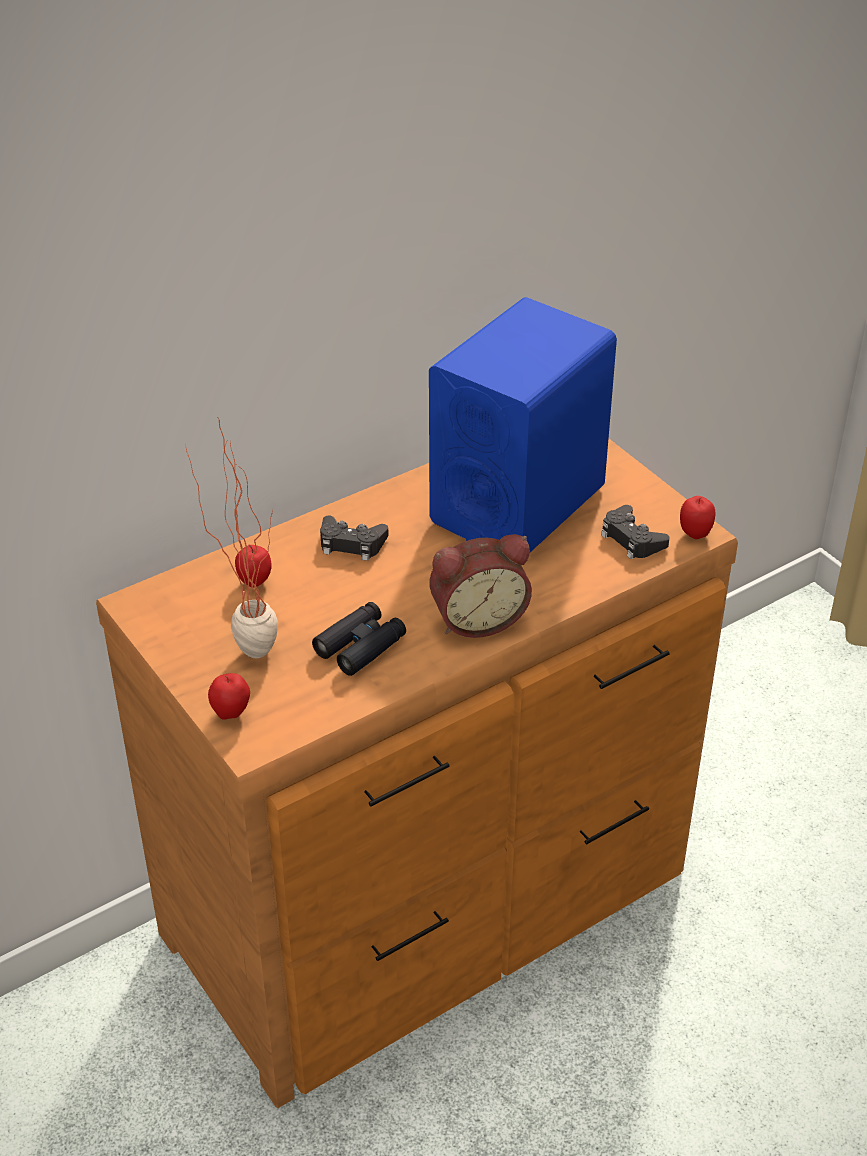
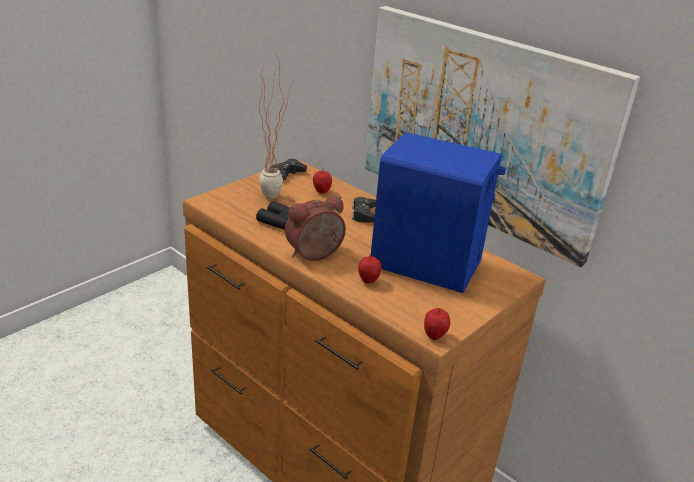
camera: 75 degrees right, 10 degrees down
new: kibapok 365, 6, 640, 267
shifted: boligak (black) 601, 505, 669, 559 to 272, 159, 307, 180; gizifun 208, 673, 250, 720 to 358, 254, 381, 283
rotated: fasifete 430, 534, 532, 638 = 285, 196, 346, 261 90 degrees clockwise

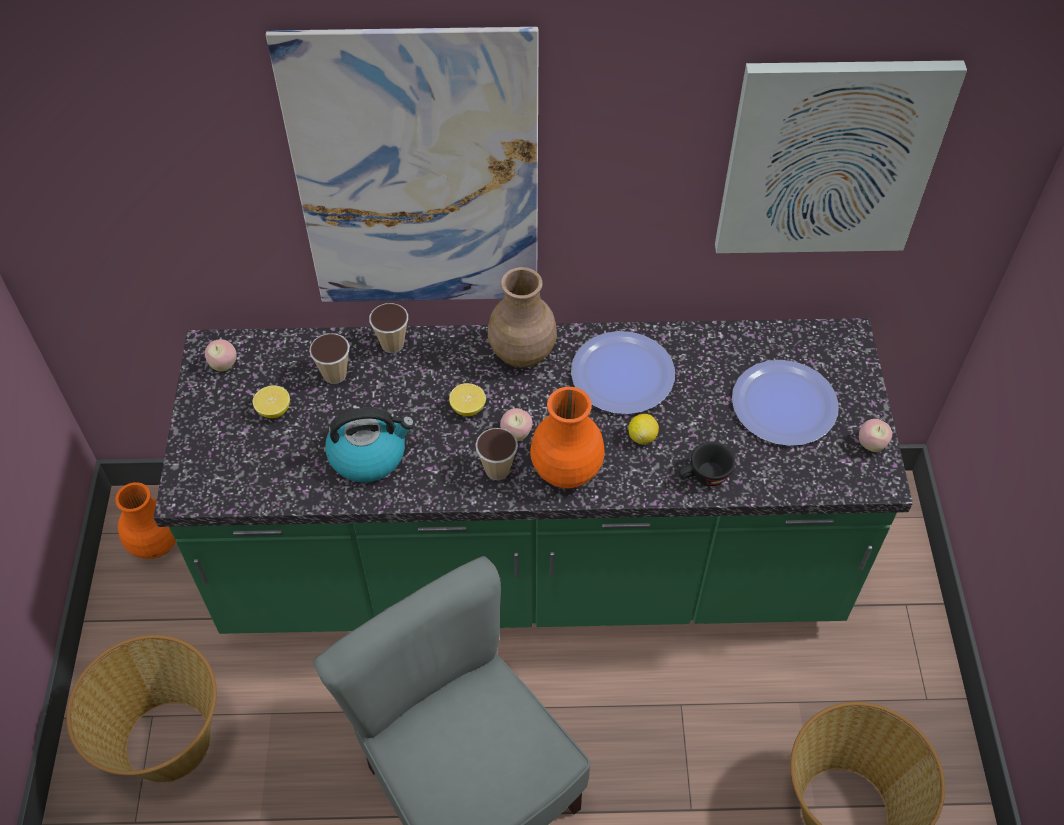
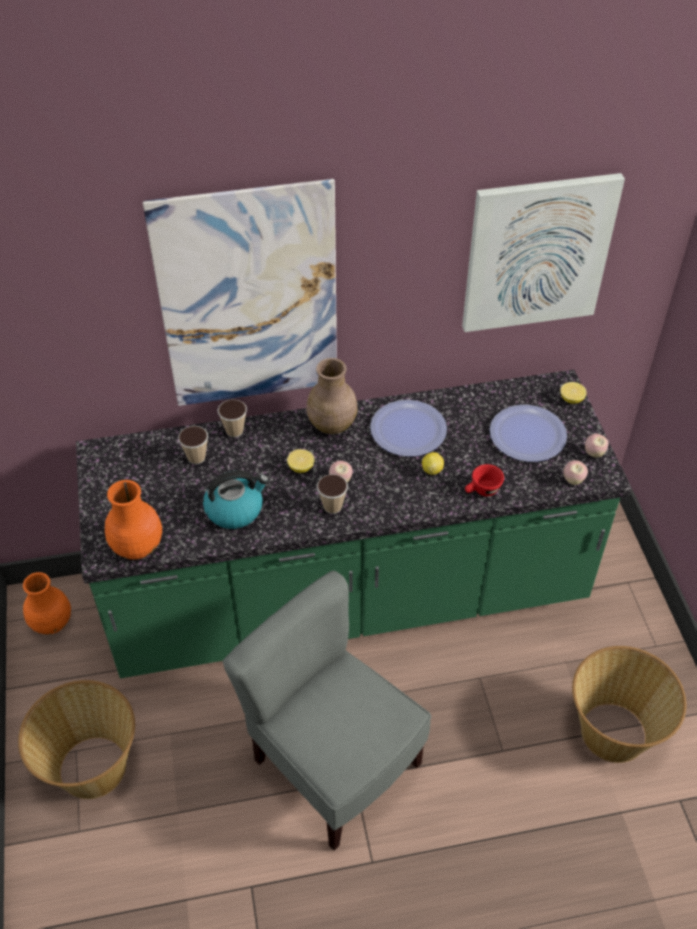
camera: 10 degrees left, 5 degrees down
shifted: gizifun 205, 339, 237, 371 to 563, 460, 588, 485; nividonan 253, 385, 290, 418 to 560, 382, 587, 404; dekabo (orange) 530, 387, 604, 489 to 105, 480, 162, 560
repainted: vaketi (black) 679, 442, 735, 486 to vaketi (red) 465, 464, 504, 496

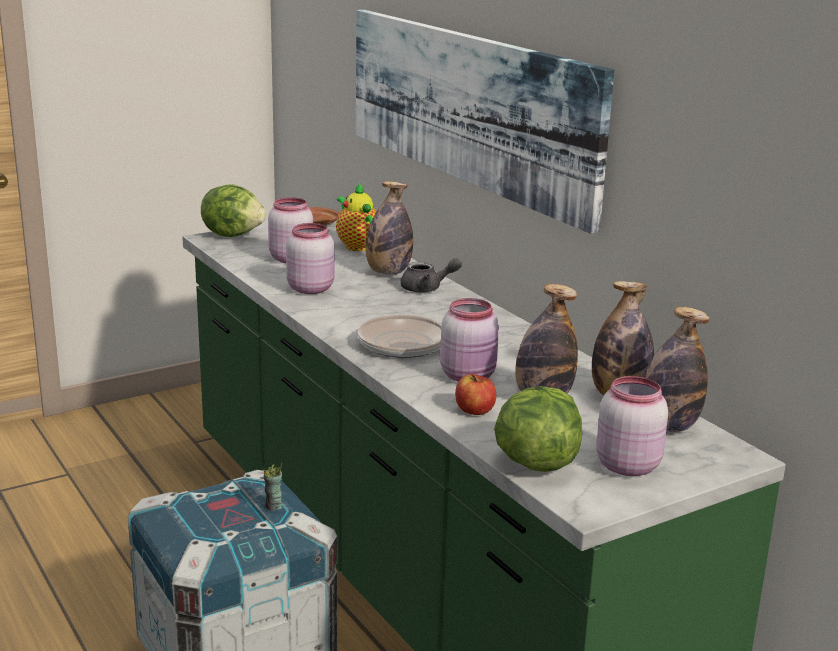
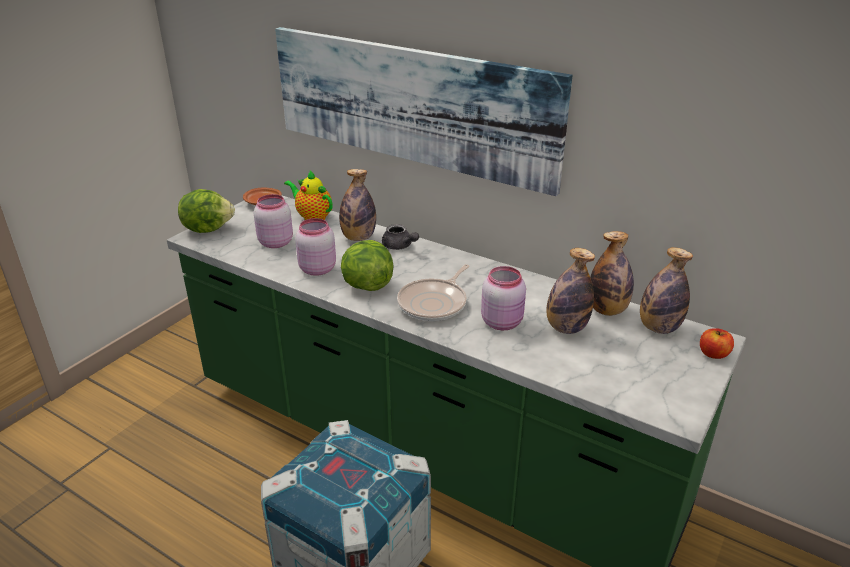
camera: 25 degrees left, 10 degrees up
gone: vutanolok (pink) 596, 376, 668, 476; vaketi 263, 463, 282, 511
shifted: gizifun 455, 374, 496, 415 to 700, 328, 734, 359; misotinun 494, 386, 582, 472 to 341, 240, 393, 291
rotated: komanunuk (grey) 400, 258, 462, 292 = 382, 224, 419, 250 75 degrees clockwise

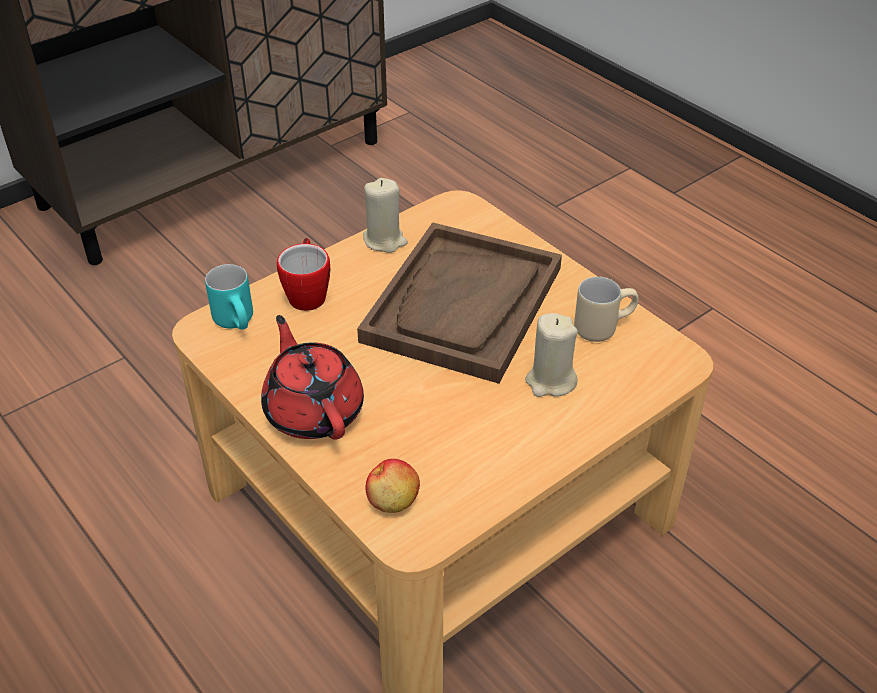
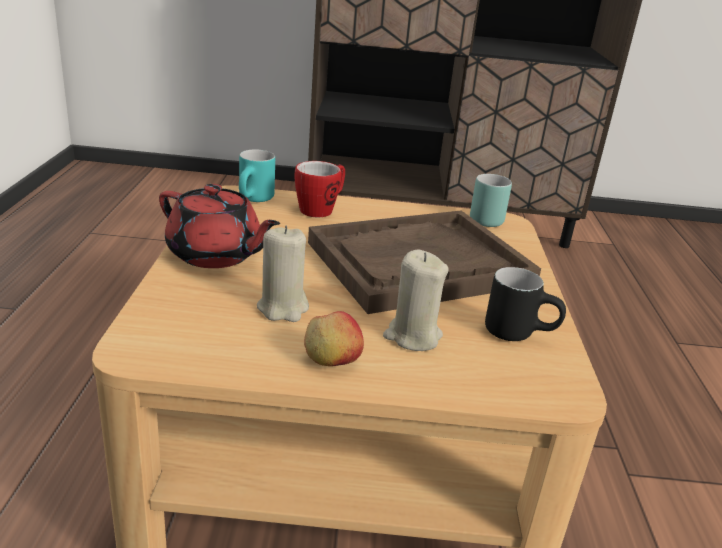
camera: 40 degrees right, 15 degrees down
new: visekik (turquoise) 470, 174, 512, 227
shifted: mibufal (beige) 363, 178, 408, 253 to 257, 226, 309, 322; gizifun 365, 459, 420, 513 to 304, 311, 364, 366
repainted: visekik (beige) 574, 277, 639, 342 to visekik (black) 485, 267, 566, 341
rotated: komanunuk (red) 261, 315, 364, 440 = 159, 184, 280, 268 105 degrees clockwise

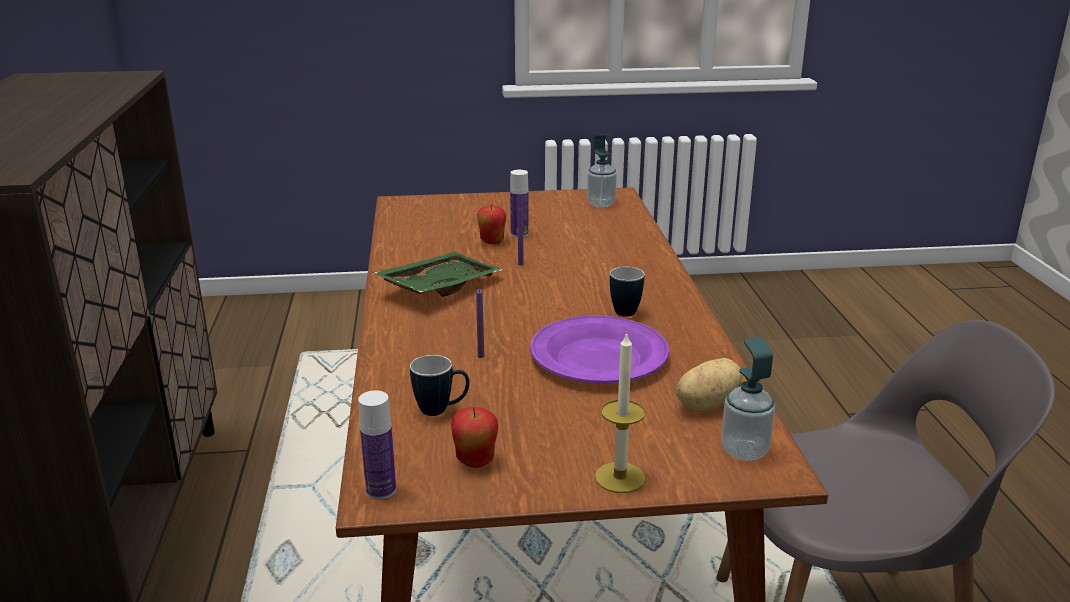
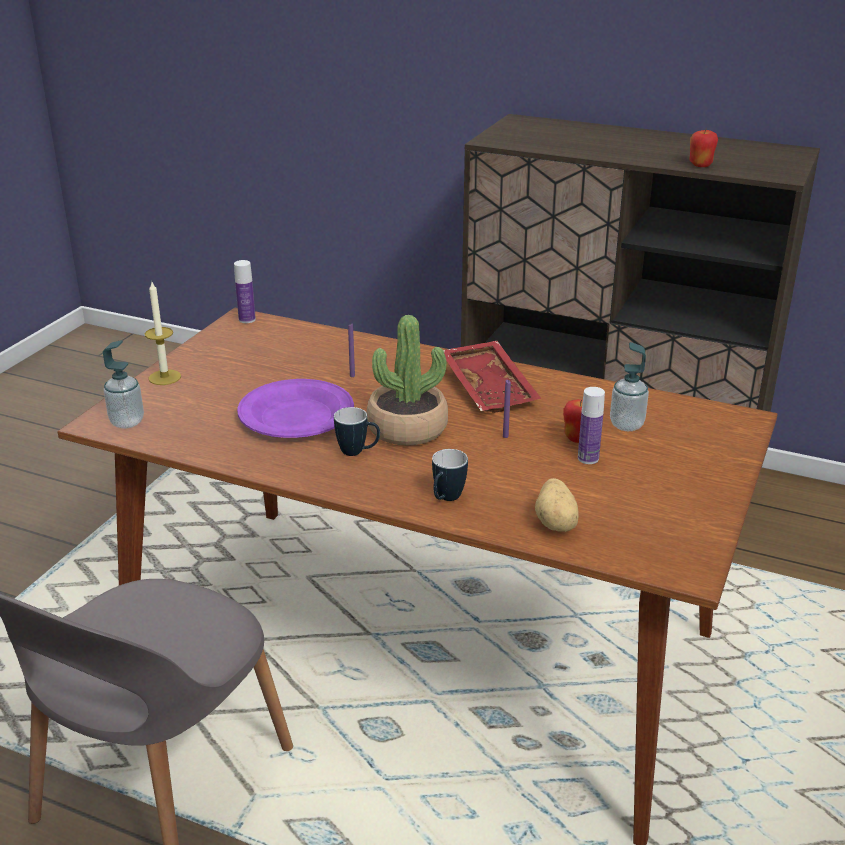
camera: 120 degrees right, 5 degrees up
new: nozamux 366, 315, 448, 445
shifted: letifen 587, 134, 617, 208 to 610, 342, 649, 431; visekik 410, 355, 470, 416 to 432, 449, 468, 501; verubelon 676, 358, 742, 411 to 535, 478, 579, 532; gizifun 451, 407, 498, 468 to 689, 128, 718, 167
repainted: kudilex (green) 373, 252, 502, 297 to kudilex (red) 443, 341, 541, 413

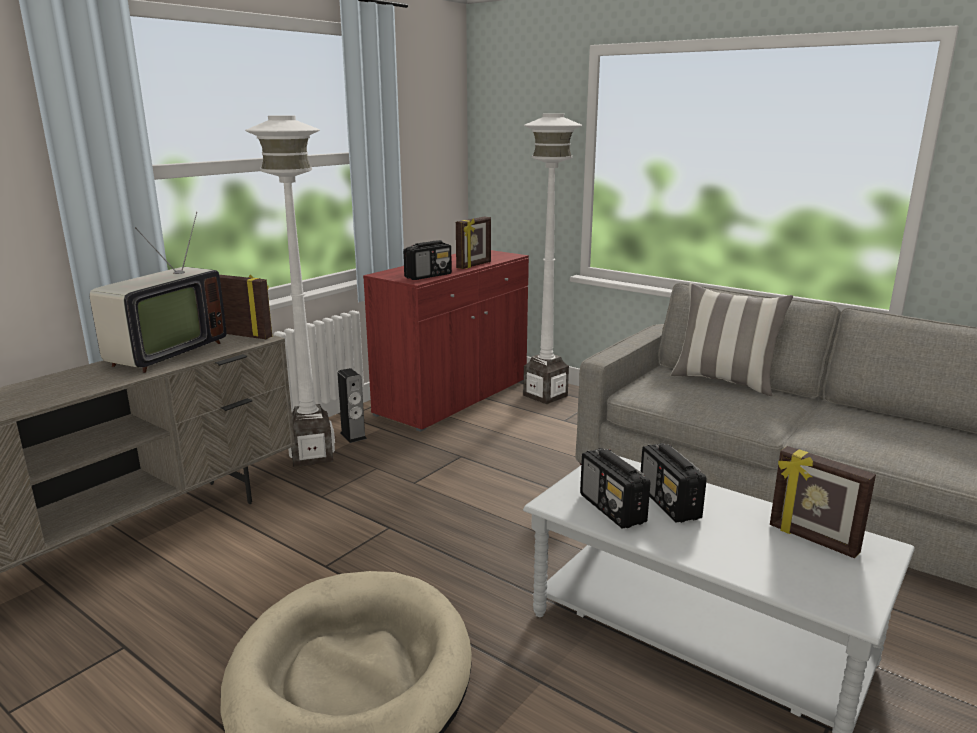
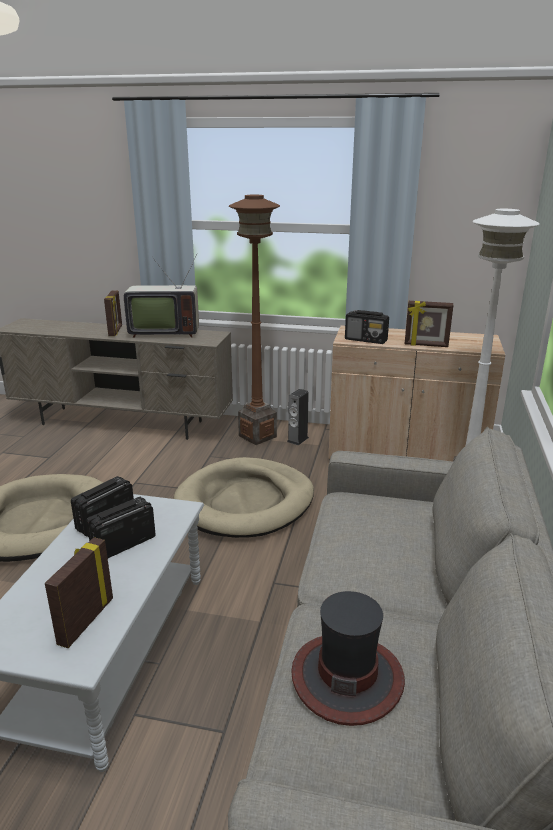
camera: 65 degrees right, 5 degrees up
gone: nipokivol 671, 283, 793, 396
new: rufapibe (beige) 173, 457, 314, 538; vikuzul 291, 591, 405, 726
shifted: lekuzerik 219, 275, 272, 339 to 104, 290, 122, 336
repainted: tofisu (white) 245, 115, 335, 467 to tofisu (brown) 229, 195, 280, 445; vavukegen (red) 363, 250, 529, 432 to vavukegen (beige) 328, 325, 505, 461

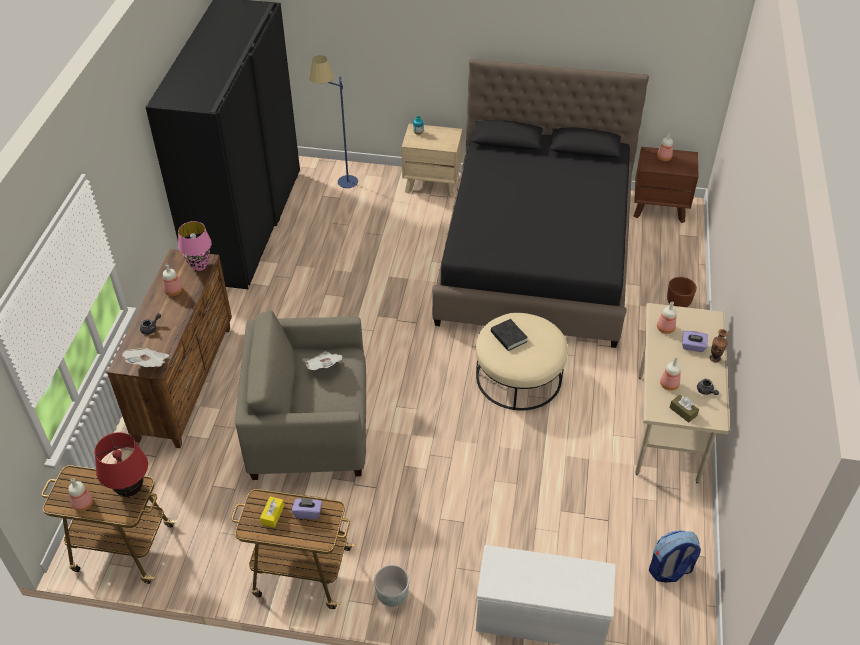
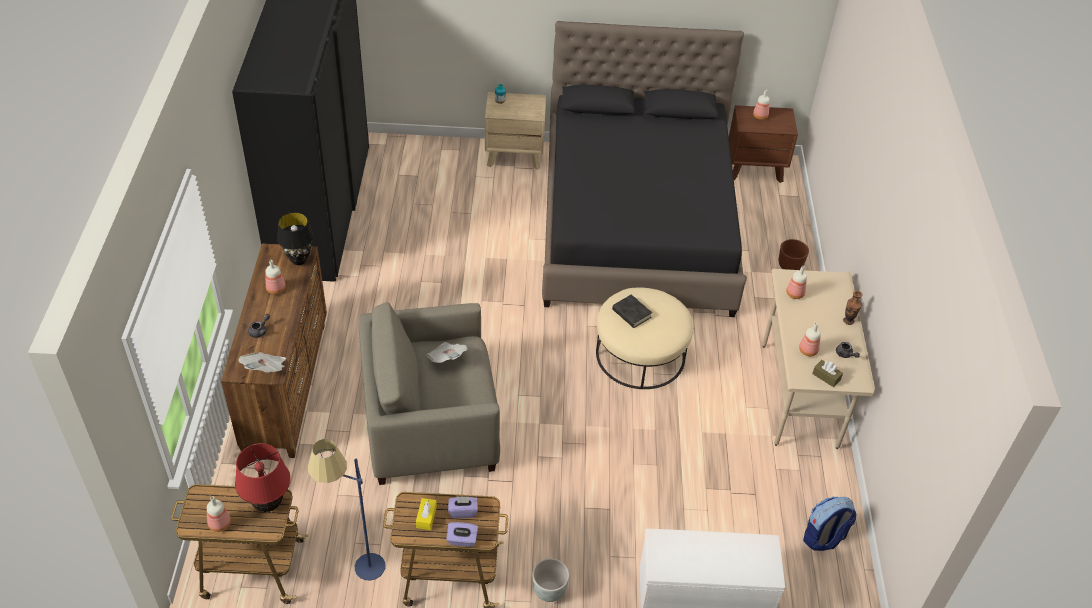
camera: 10 degrees left, 0 degrees up
shifted: tofisu (blue) 309, 55, 358, 188 to 308, 439, 385, 580; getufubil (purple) 682, 331, 708, 352 to 446, 522, 478, 547
repainted: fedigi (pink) 178, 221, 212, 271 to fedigi (black) 277, 212, 313, 265

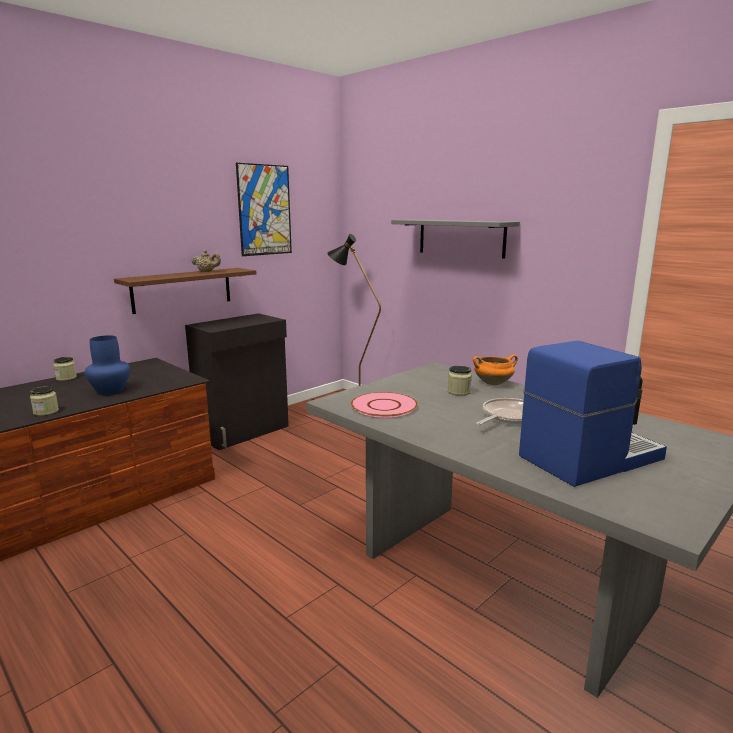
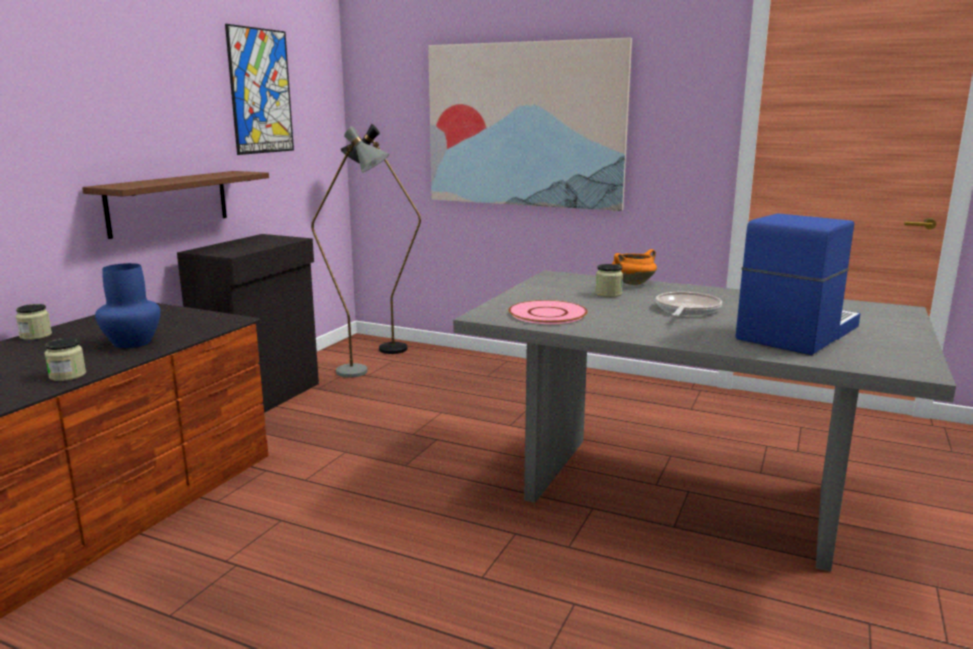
camera: 20 degrees left, 0 degrees up
gone: komanunuk (beige) 192, 250, 221, 272
new: tofisu (grey) 311, 126, 389, 378
swapped: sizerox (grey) 391, 219, 520, 259 to kibapok 428, 38, 632, 211

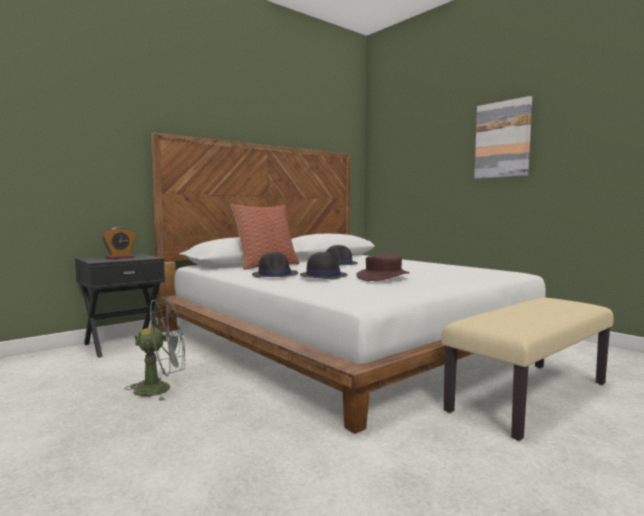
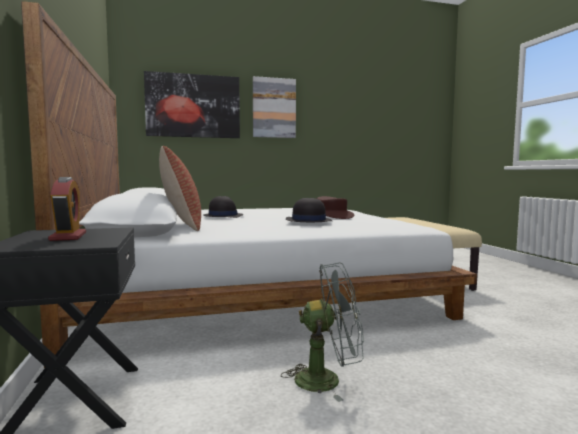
camera: 65 degrees left, 0 degrees up
gone: vikuzul (black) 252, 252, 298, 278
new: kibapok 144, 71, 240, 138
rotated: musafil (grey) 124, 298, 185, 401 = 281, 262, 364, 402 75 degrees clockwise

